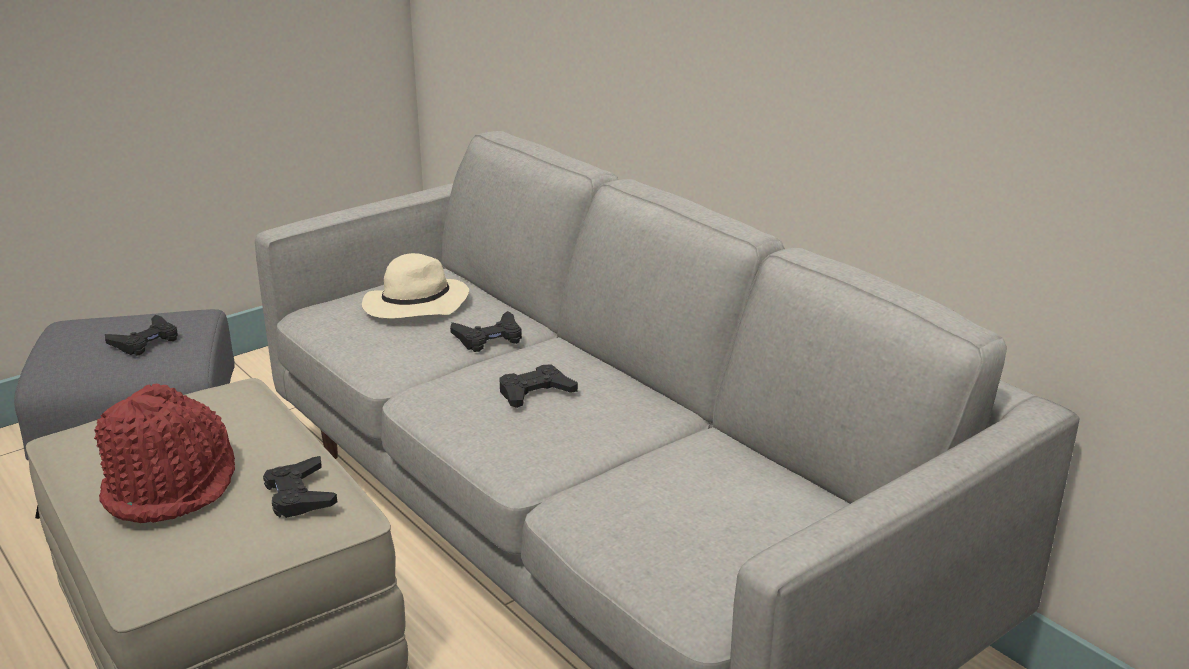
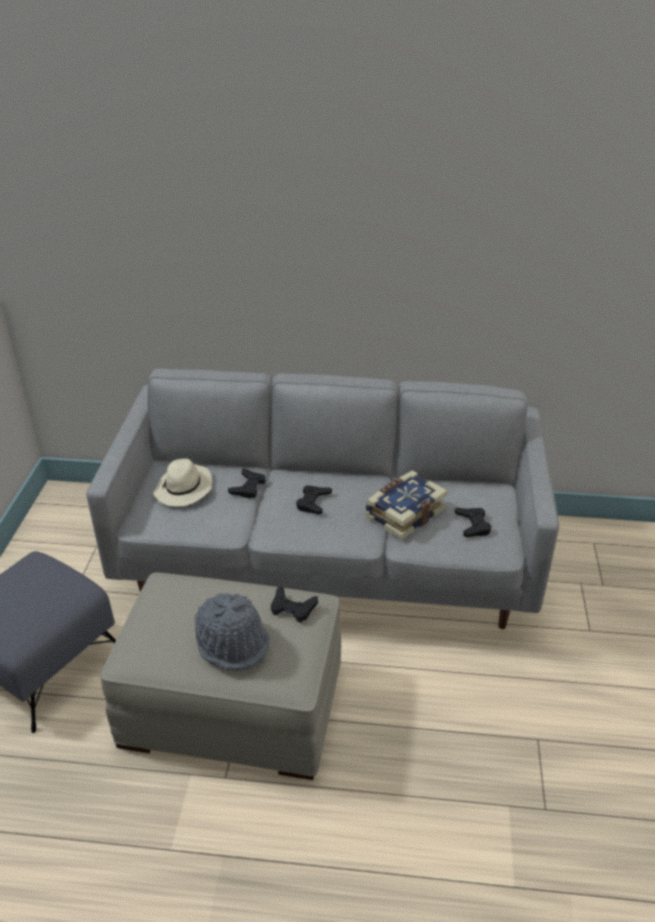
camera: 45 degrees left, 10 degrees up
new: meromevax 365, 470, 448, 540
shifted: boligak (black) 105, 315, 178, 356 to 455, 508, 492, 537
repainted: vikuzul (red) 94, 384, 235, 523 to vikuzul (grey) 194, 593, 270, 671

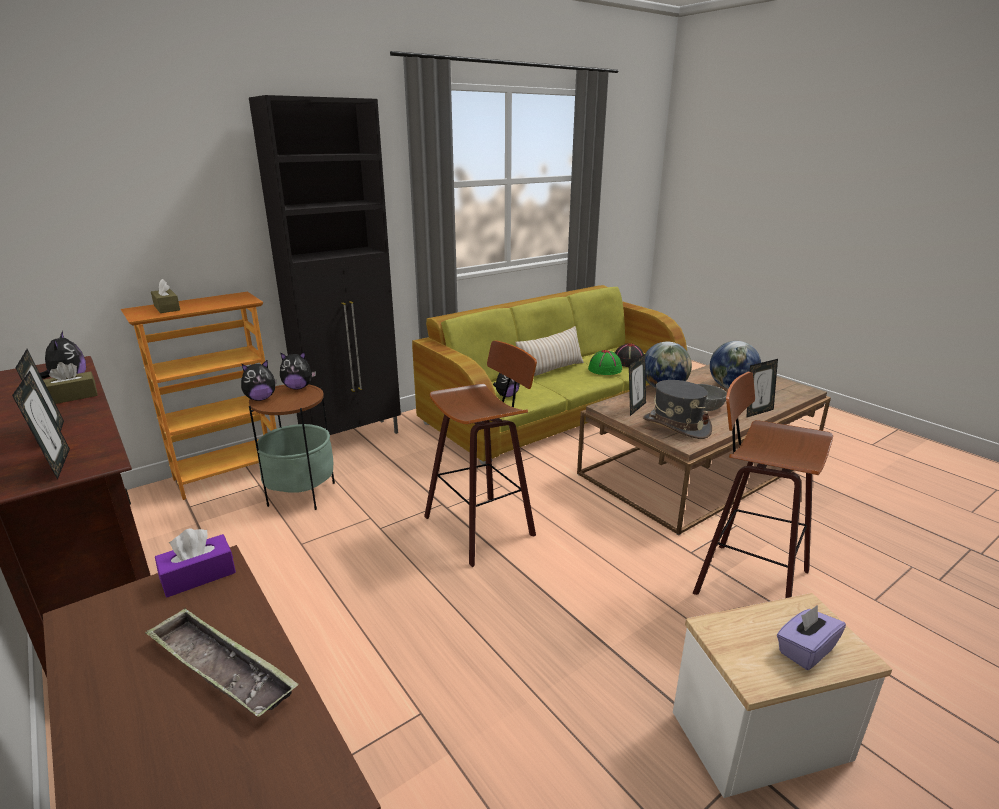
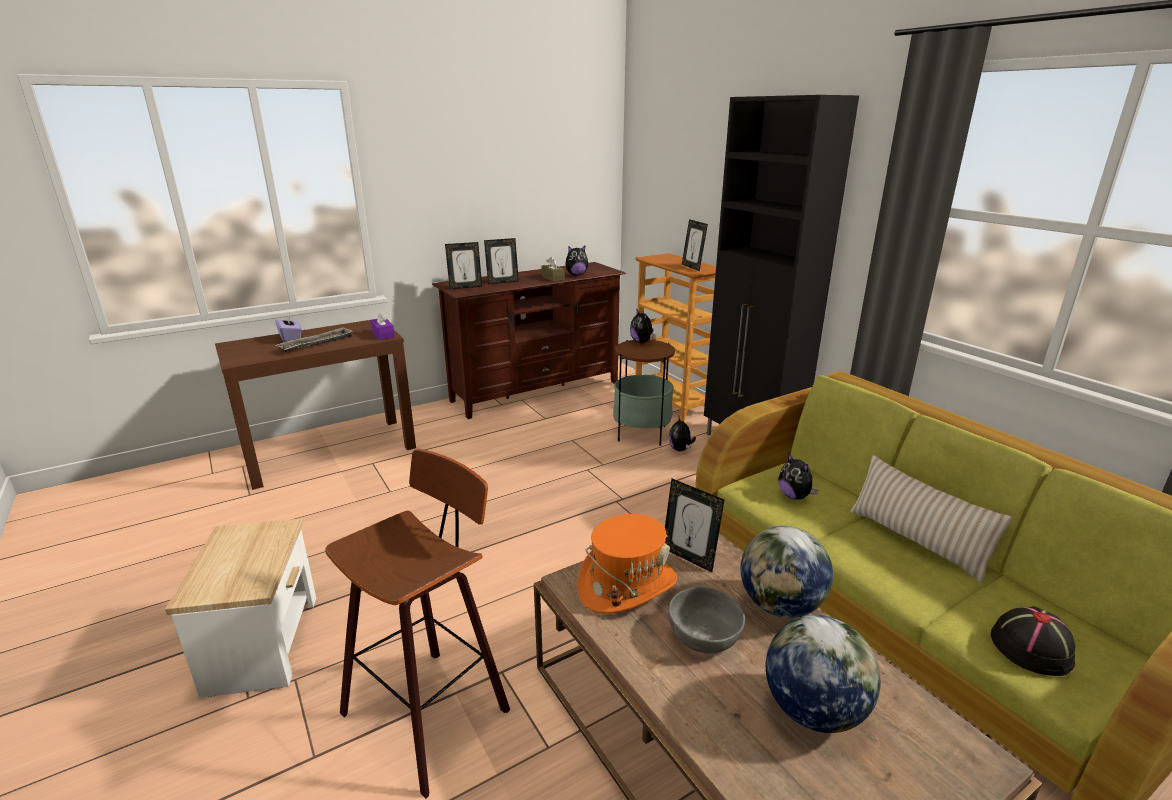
camera: 95 degrees right, 0 degrees up
gone: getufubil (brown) 151, 279, 180, 313; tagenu 424, 340, 537, 567; vikuzul (green) 588, 350, 622, 375
shifted: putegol 280, 352, 316, 390 to 669, 416, 696, 451; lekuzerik 746, 359, 778, 418 to 682, 219, 708, 271; getufubil (purple) 777, 605, 846, 670 to 276, 313, 302, 342
repainted: vikuzul (grey) 643, 380, 712, 439 to vikuzul (orange) 577, 514, 677, 614

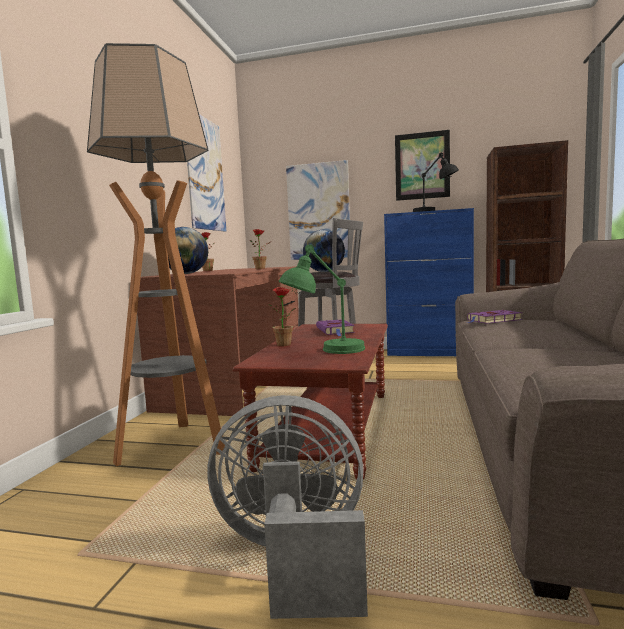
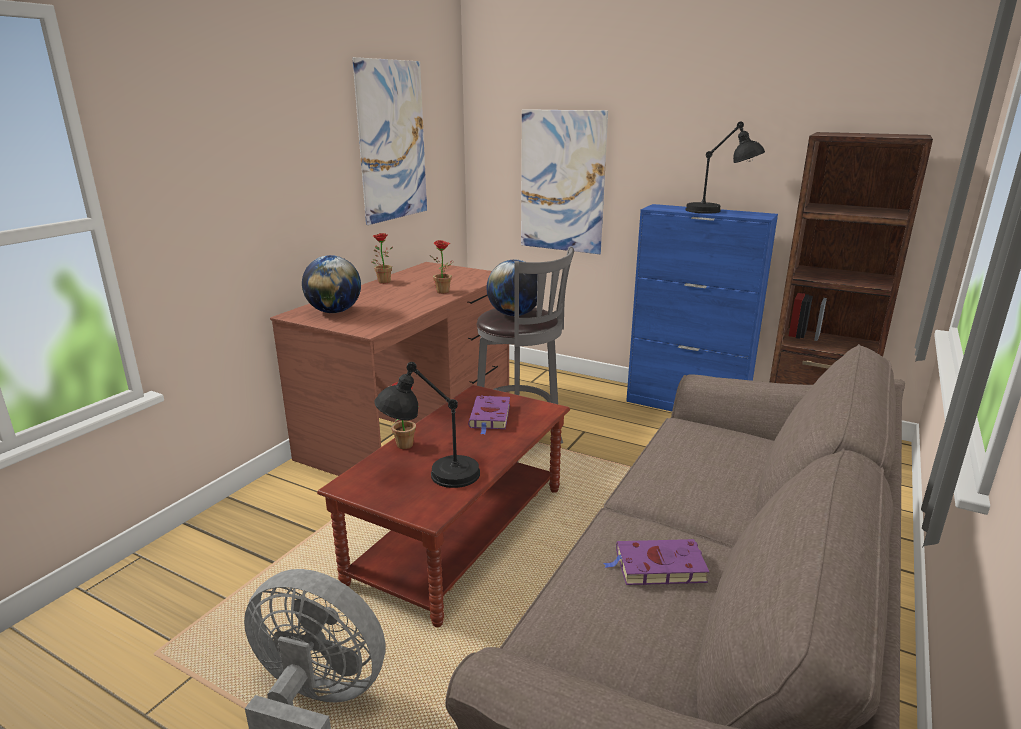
camera: 15 degrees right, 15 degrees up
gone: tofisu 87, 43, 225, 466; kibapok 395, 130, 450, 201
shifted: meromevax (purple) 467, 310, 522, 324 to 604, 539, 709, 585
repainted: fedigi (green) 279, 244, 365, 354 to fedigi (black) 374, 362, 480, 488

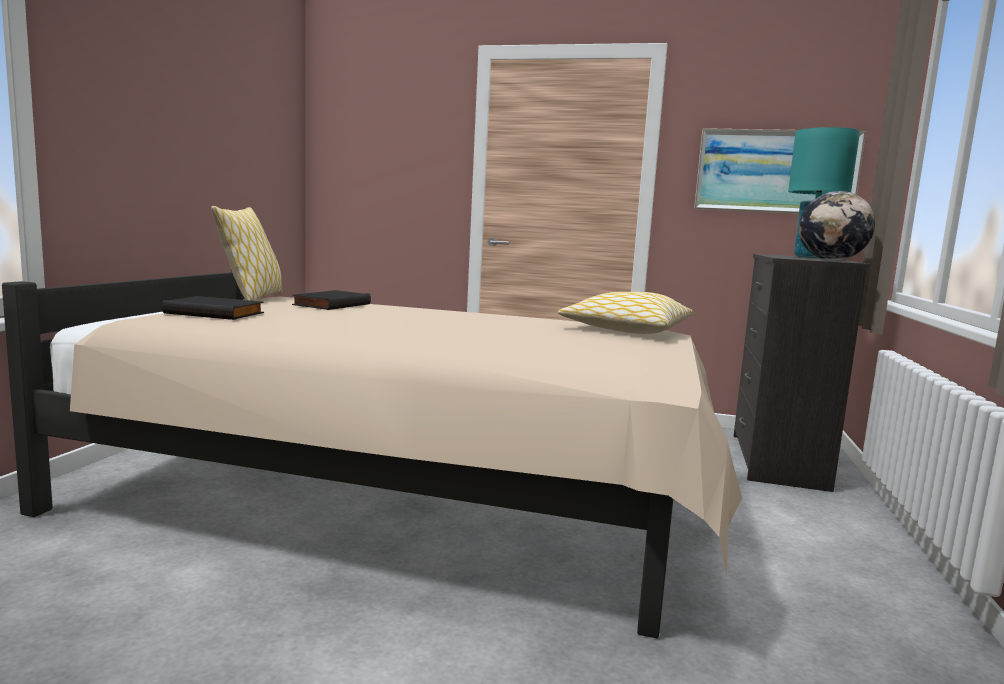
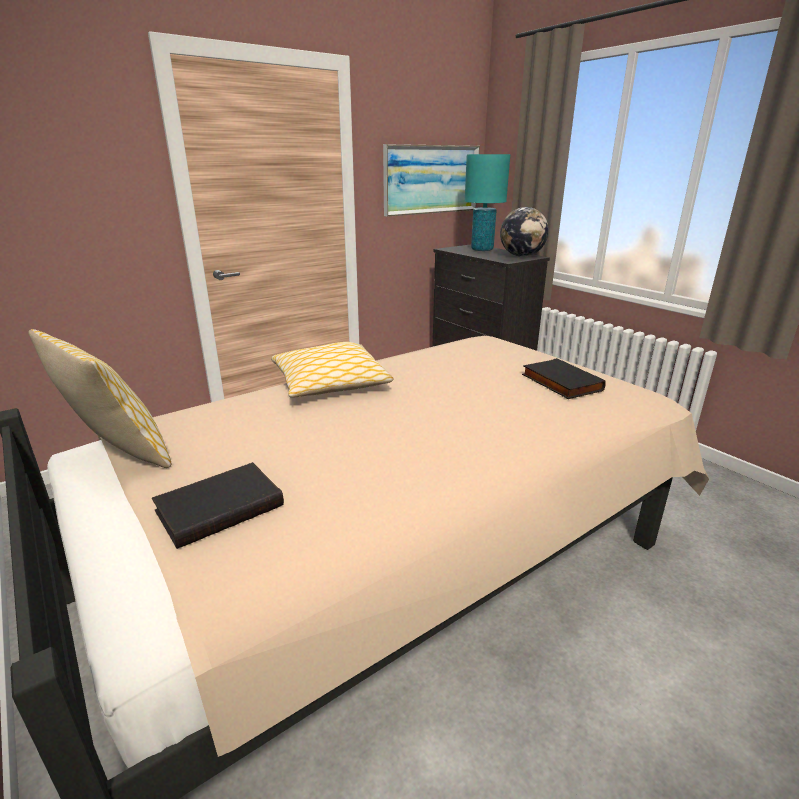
camera: 50 degrees left, 15 degrees up
shifted: meromevax (black) 292, 290, 371, 310 to 522, 358, 606, 399; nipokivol 558, 292, 693, 334 to 271, 342, 393, 398

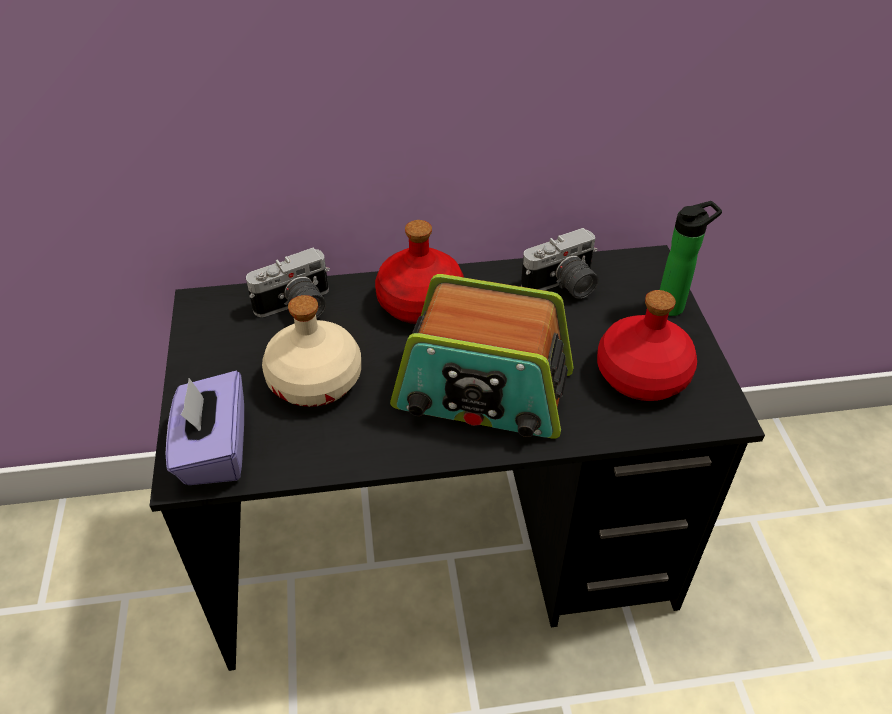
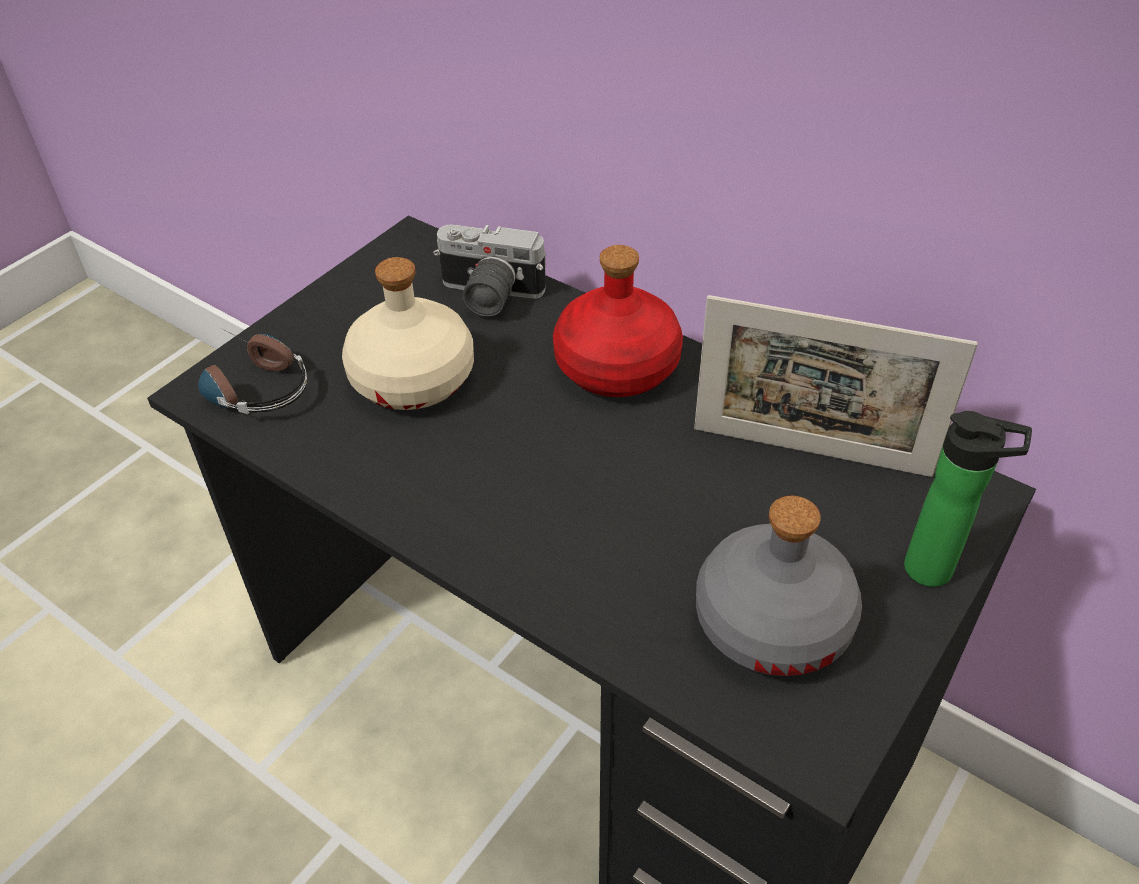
camera: 45 degrees right, 0 degrees up
gone: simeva 390, 274, 574, 438
swapped: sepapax 521, 228, 599, 299 to lekuzerik 694, 295, 978, 477; getufubil (purple) 166, 371, 244, 485 to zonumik 198, 329, 307, 414
repainted: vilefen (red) 597, 290, 697, 401 to vilefen (grey) 696, 496, 862, 676

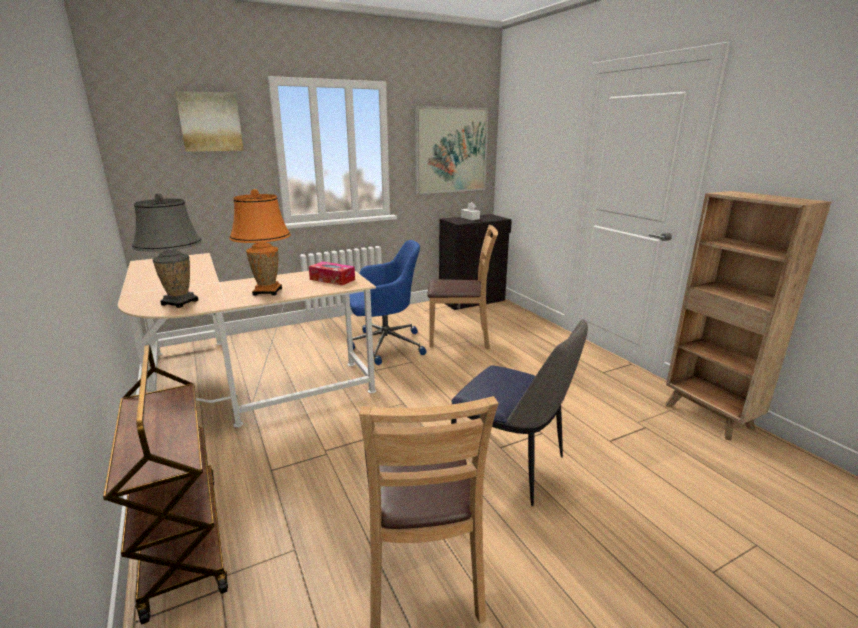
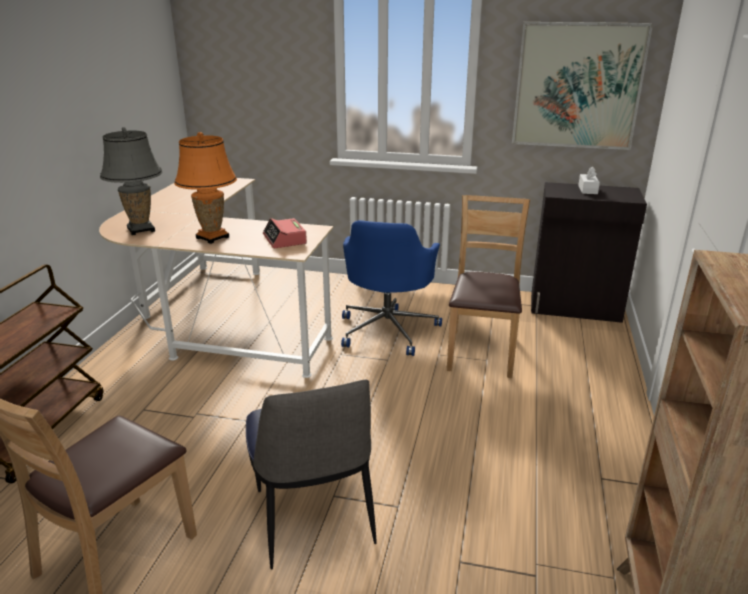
camera: 40 degrees right, 5 degrees up
gone: kibapok 175, 91, 244, 152
swapped: getufubil 309, 261, 355, 285 to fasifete 263, 218, 307, 248
rotated: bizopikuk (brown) 427, 225, 498, 349 = 447, 195, 530, 378 120 degrees counterclockwise; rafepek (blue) 349, 240, 427, 365 = 341, 220, 442, 356 75 degrees clockwise

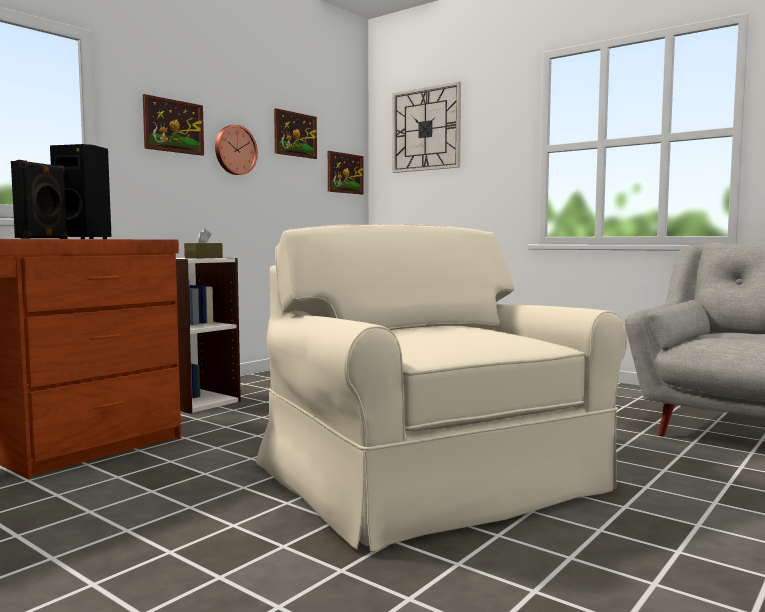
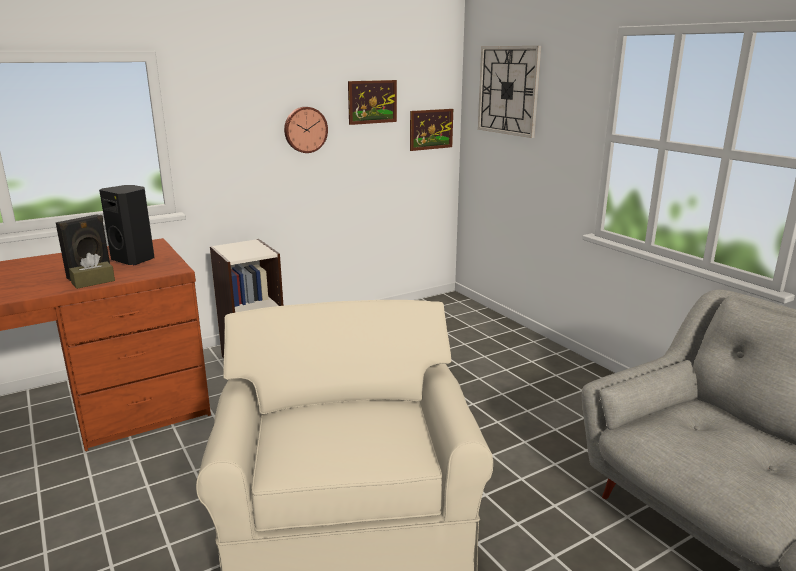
camera: 20 degrees right, 15 degrees up
gone: kibapok 143, 94, 204, 156
shifted: getufubil (brown) 184, 229, 223, 259 to 69, 253, 115, 289

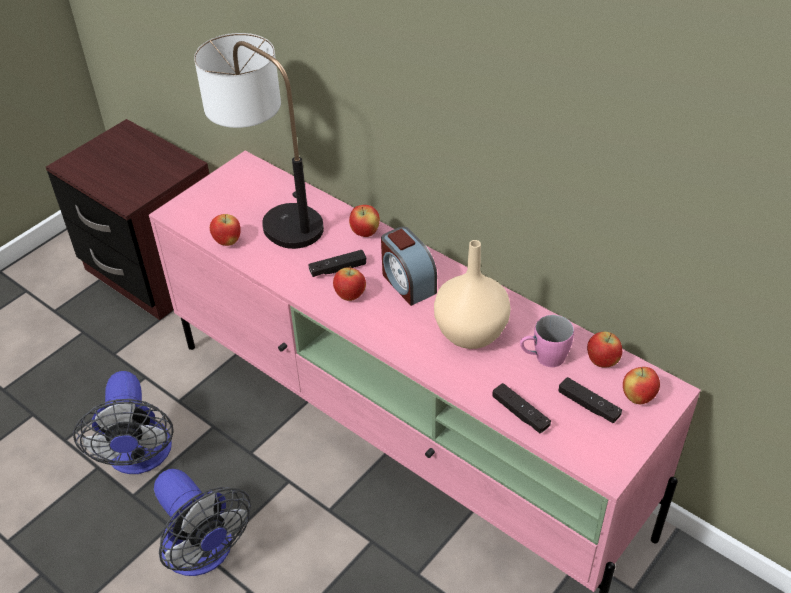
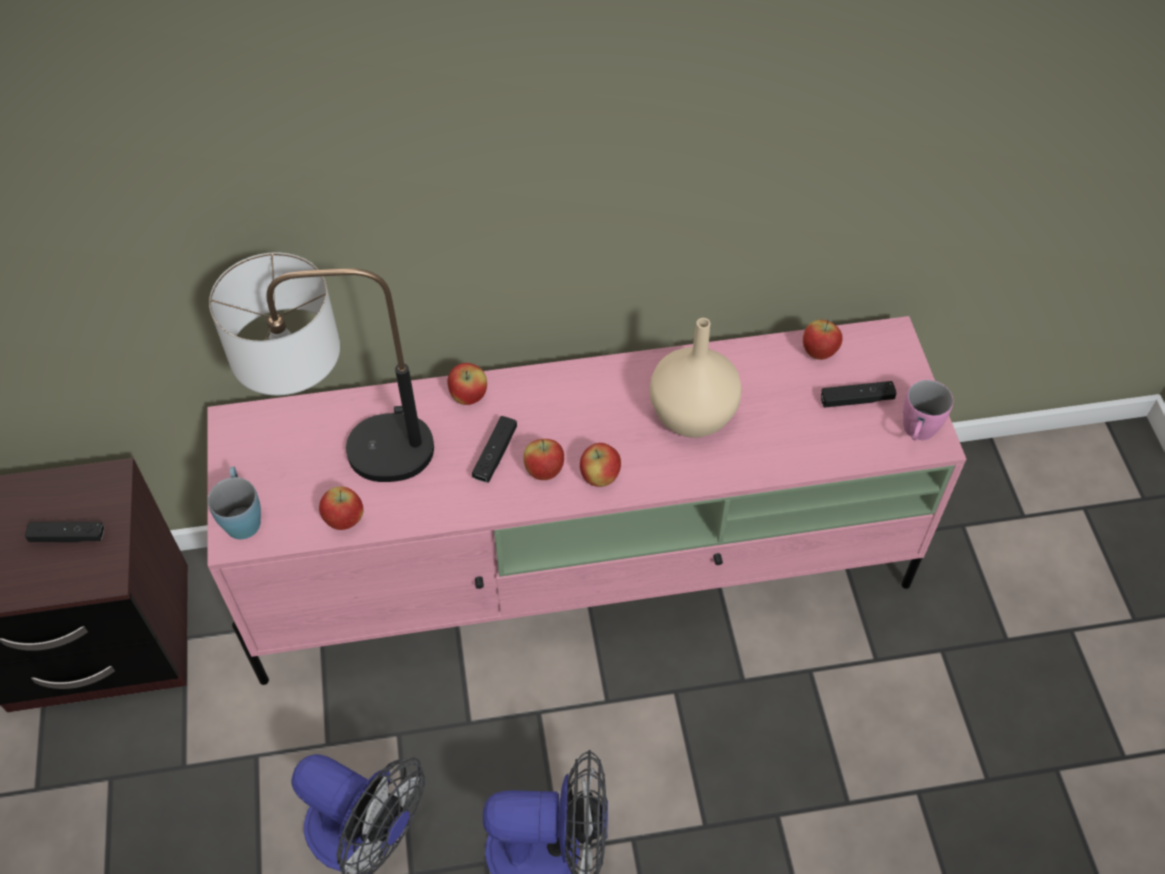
camera: 50 degrees left, 10 degrees up
gone: fasifete 381, 227, 437, 306
new: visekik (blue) 208, 467, 261, 539
shifted: visekik (pink) 520, 315, 574, 367 to 903, 380, 953, 441; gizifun 623, 367, 660, 404 to 580, 443, 621, 487; boligak (black) 493, 383, 551, 433 to 25, 522, 104, 542

